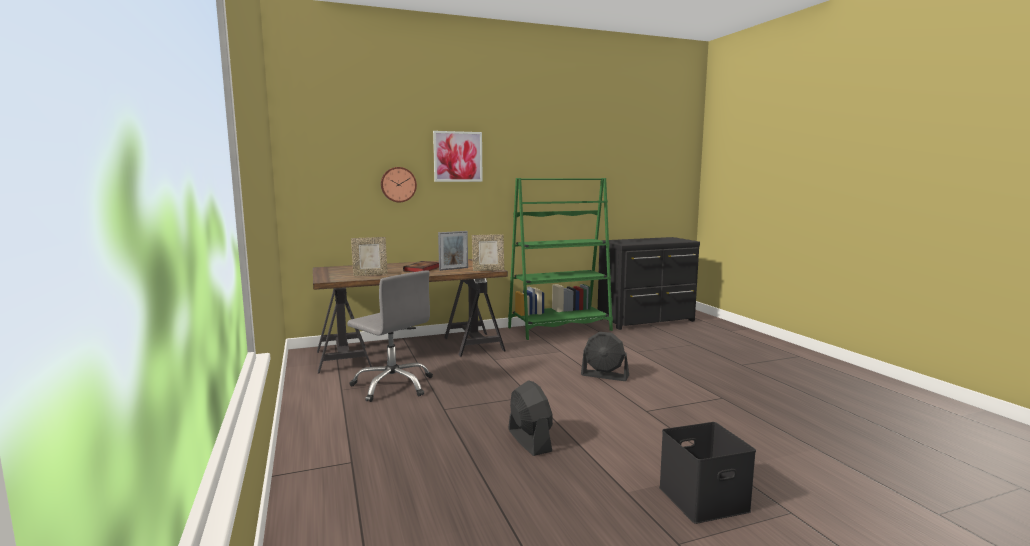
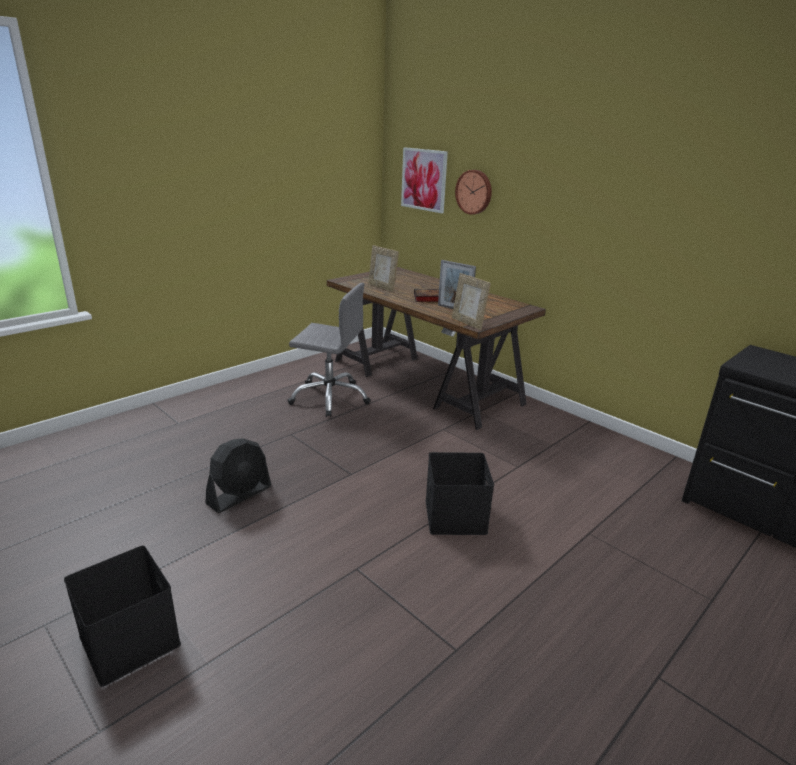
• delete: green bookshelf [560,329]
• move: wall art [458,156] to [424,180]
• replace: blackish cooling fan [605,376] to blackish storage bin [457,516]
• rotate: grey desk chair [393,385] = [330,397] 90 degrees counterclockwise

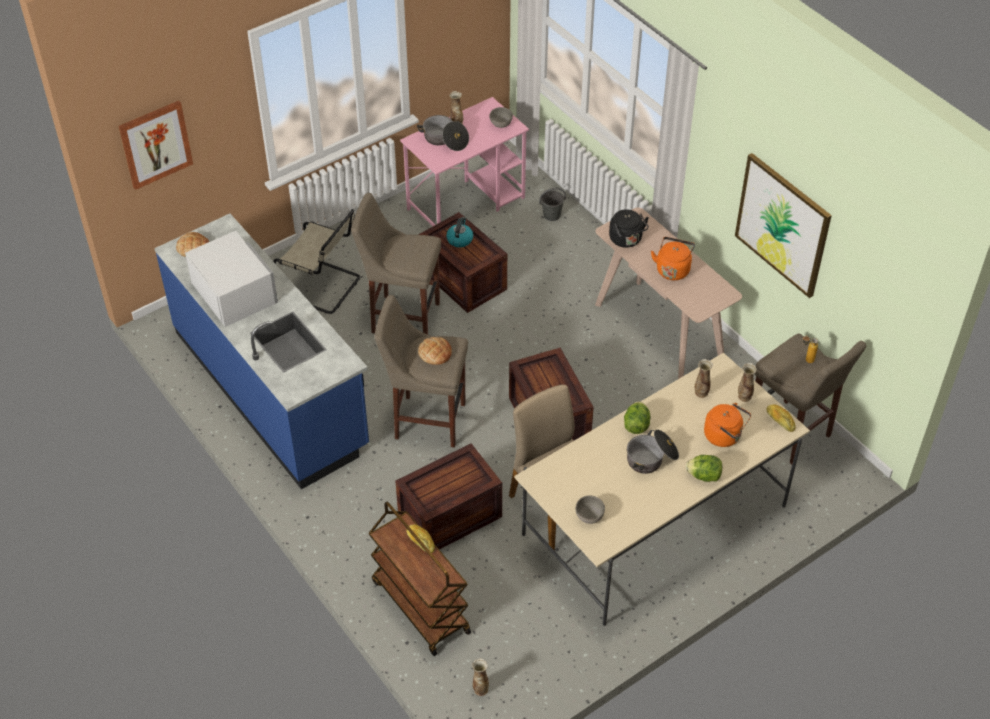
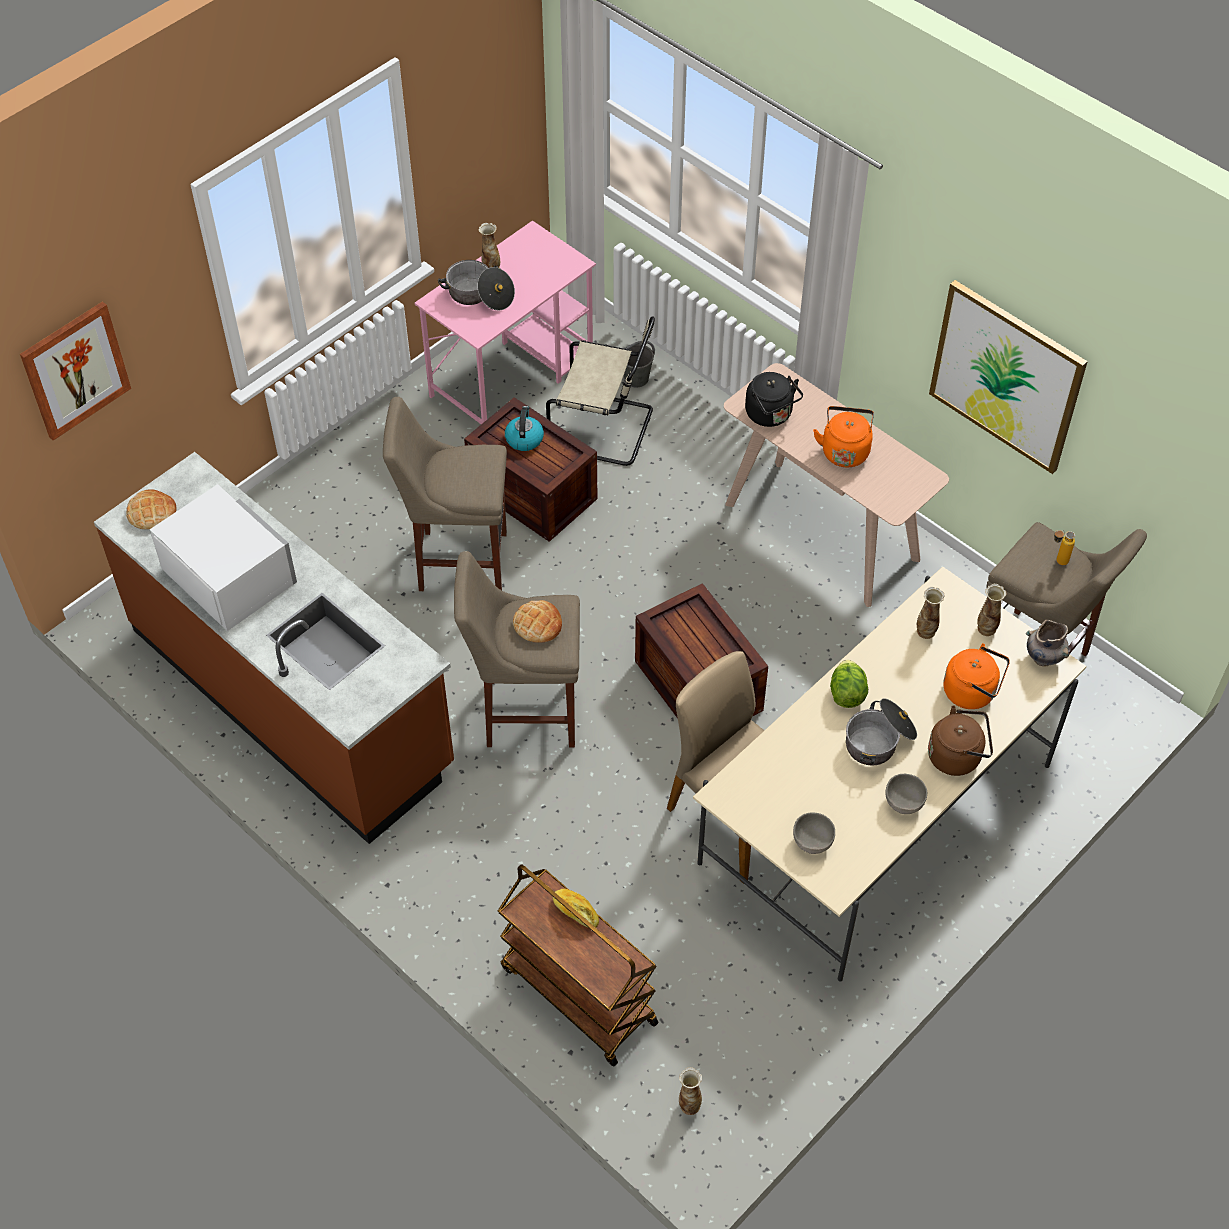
• delete: crate [448,516]
• move: sand-coloured upright chair [323,287] to [605,429]
• move: grey deep dish [500,124] to [903,803]
• replace: lettuce head [704,476] to brown-coloured tea kettle [957,756]
• replace: bread [780,421] to grey flower vase [1043,657]
• recolor: blue kitchen counter [271,389] to brown-coloured kitchen counter [292,697]

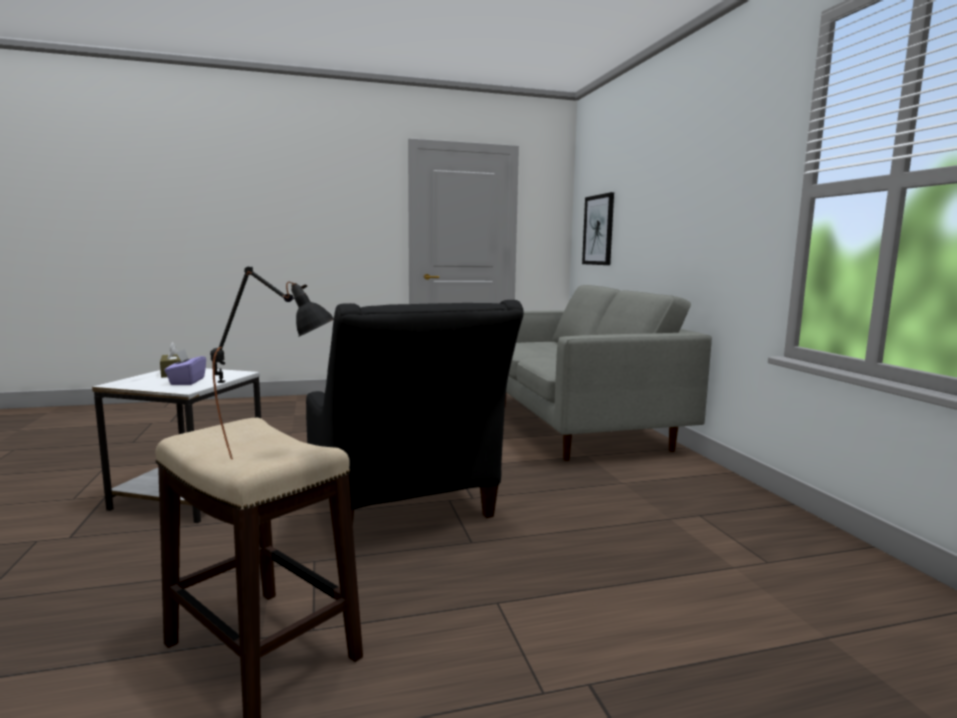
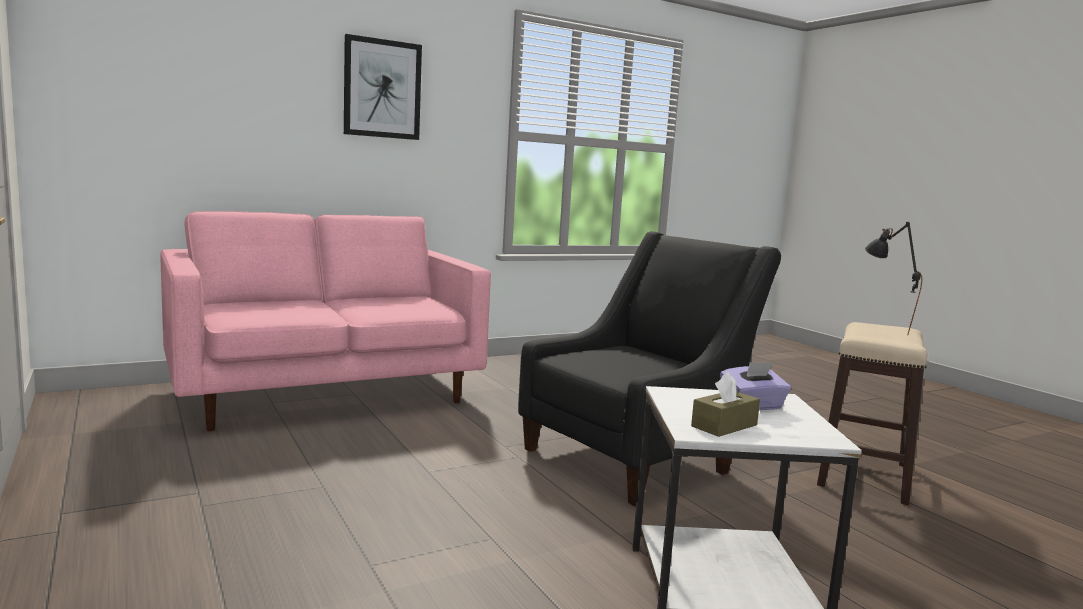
• move: wall art [598,230] to [382,89]
• recolor: grey sofa [577,426] to pinkish sofa [326,394]

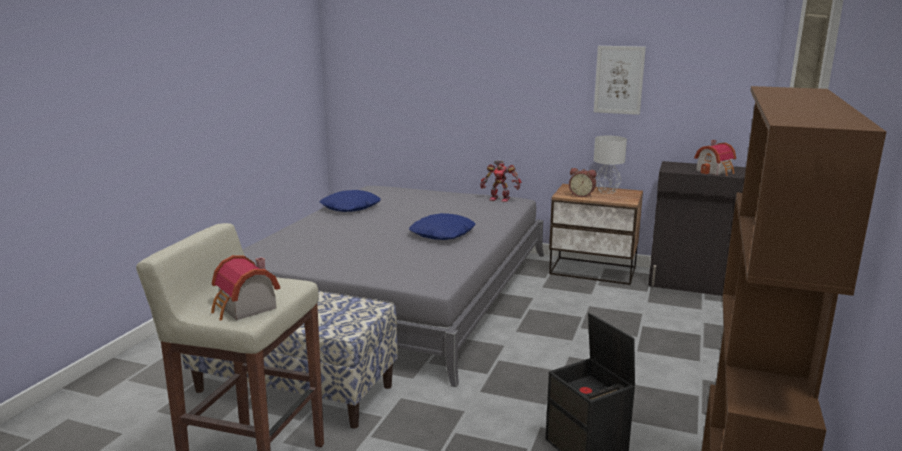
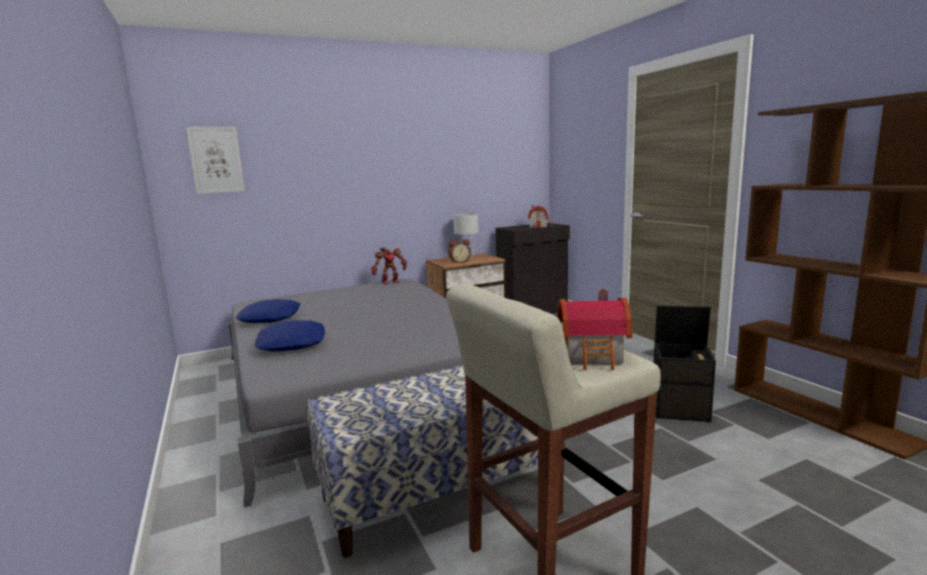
• move: blue pillow [443,234] to [292,344]
• move: wall art [619,80] to [216,160]

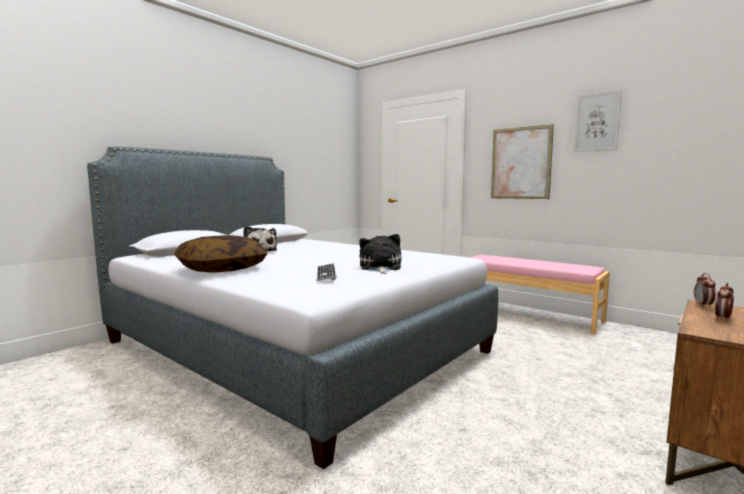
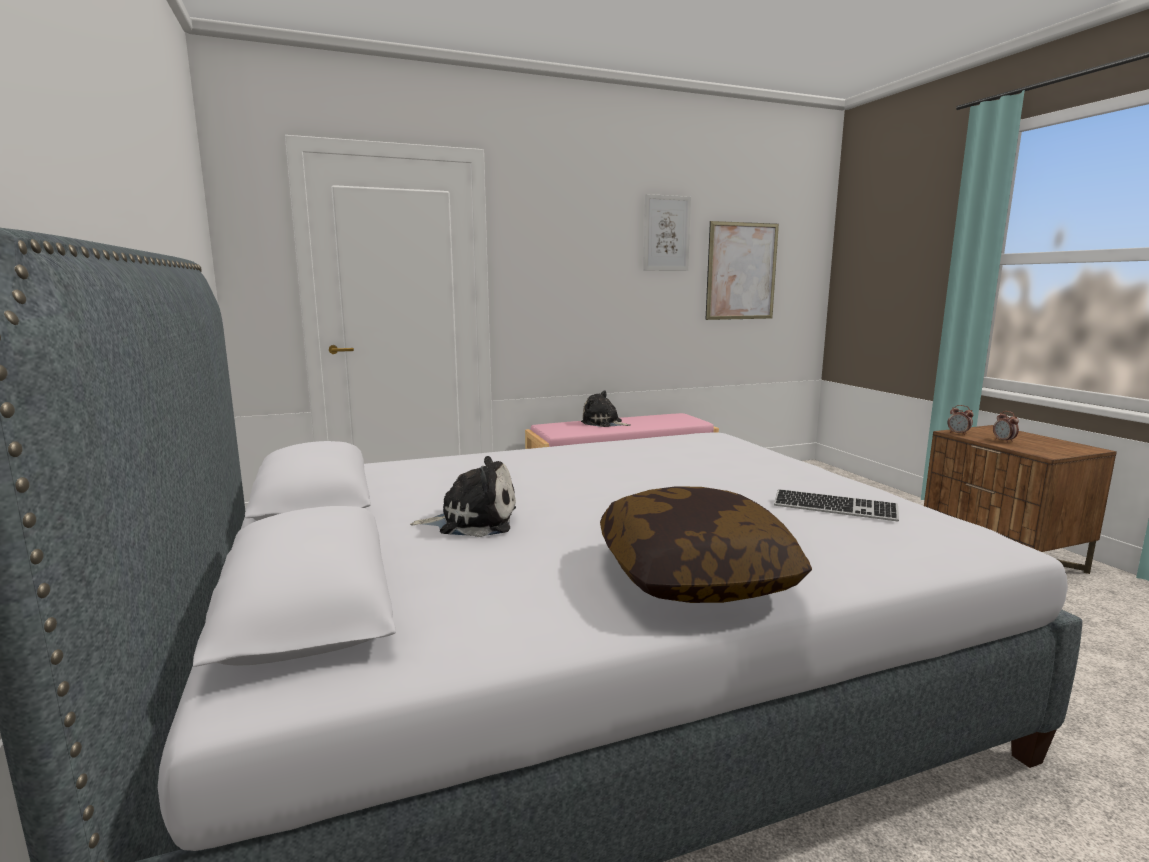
• move: cuddly toy [380,268] to [603,423]
• move: wall art [520,163] to [741,271]

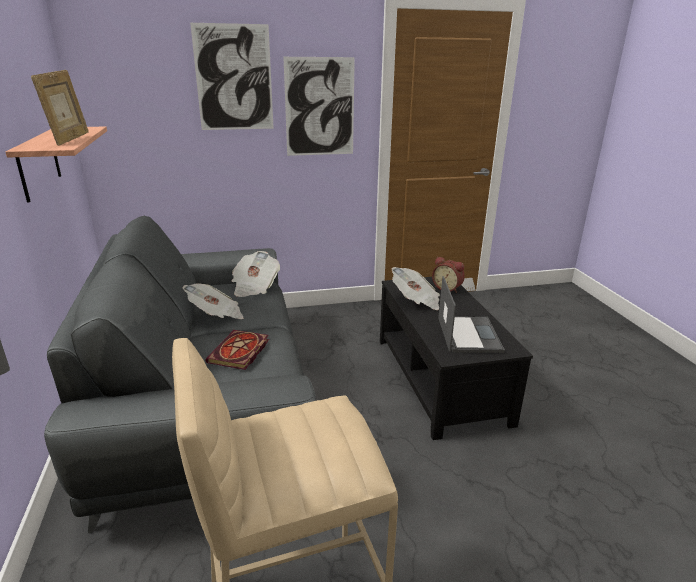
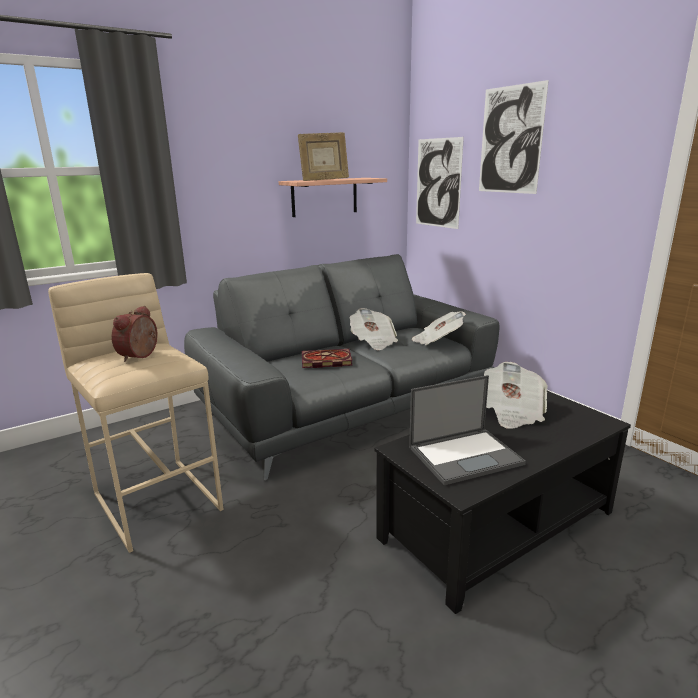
• move: wall art [320,107] to [438,183]
• move: bedside clock [447,288] to [141,356]

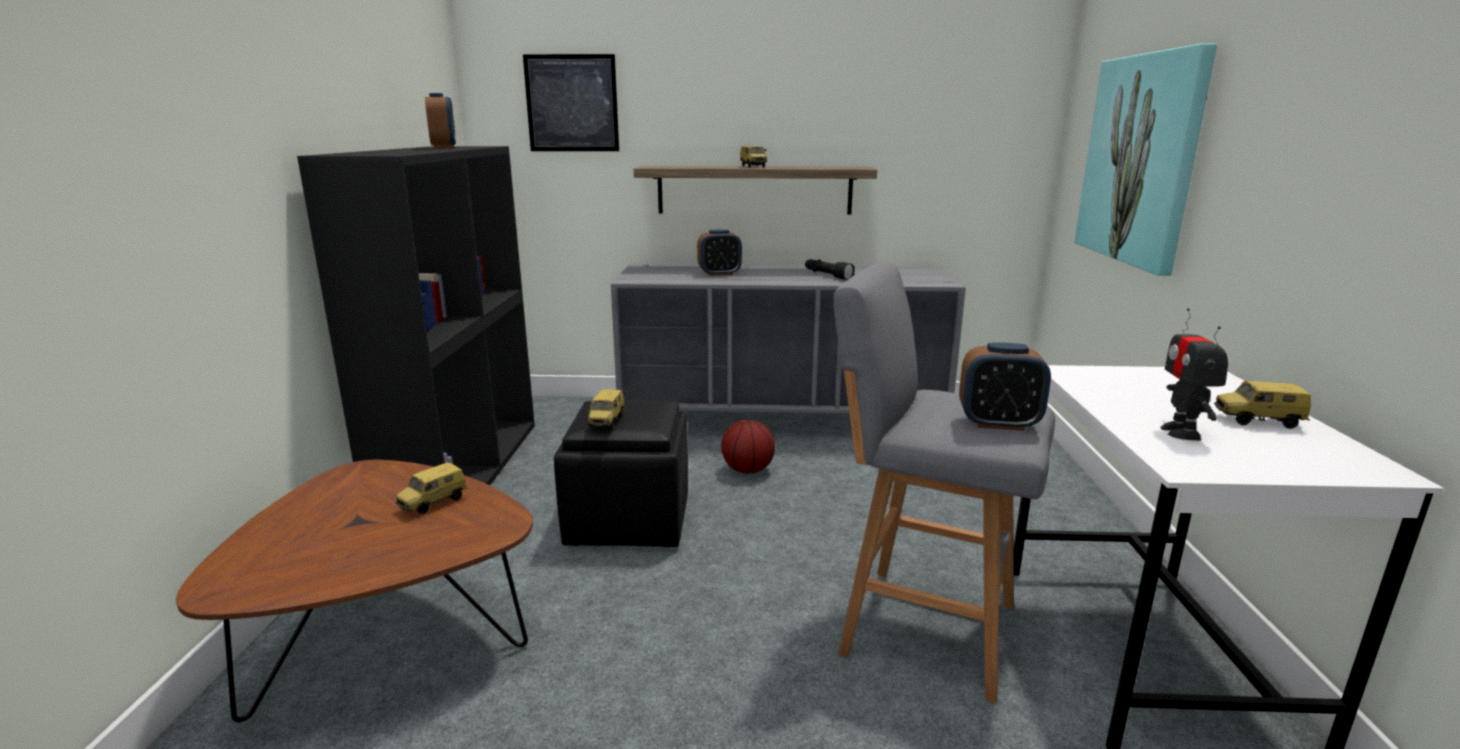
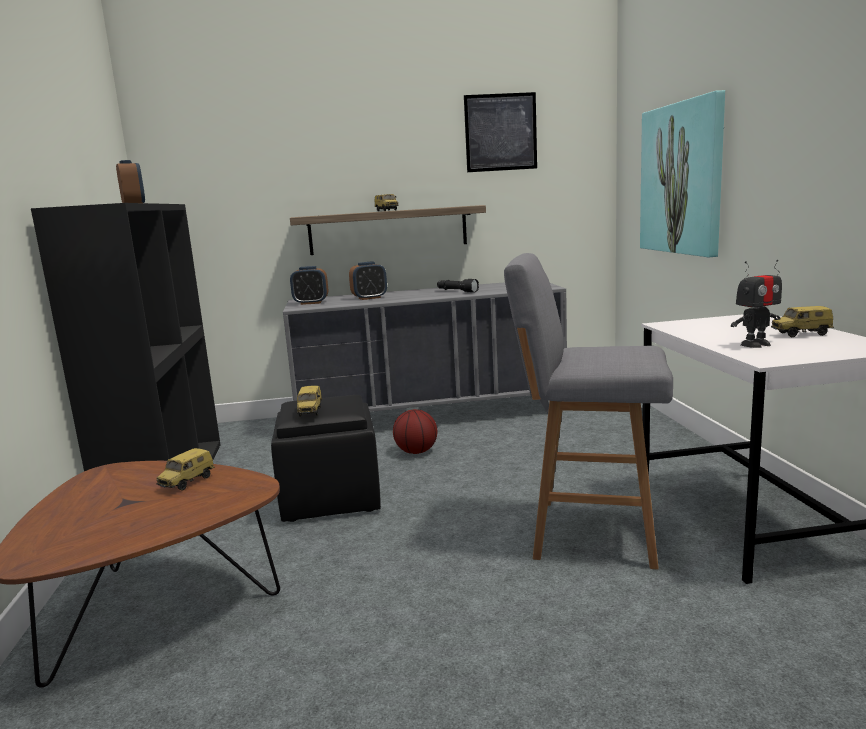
• move: wall art [572,103] to [500,132]
• move: bedside clock [998,423] to [311,303]
• rotate: toy robot [1181,432] = [755,344] 105 degrees counterclockwise

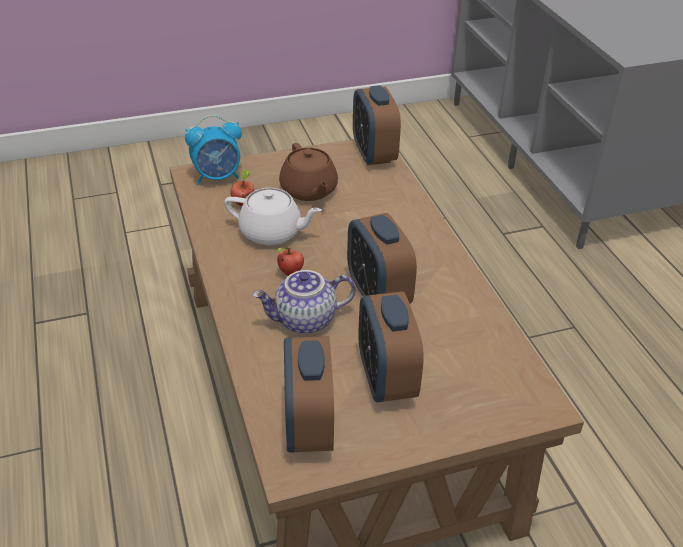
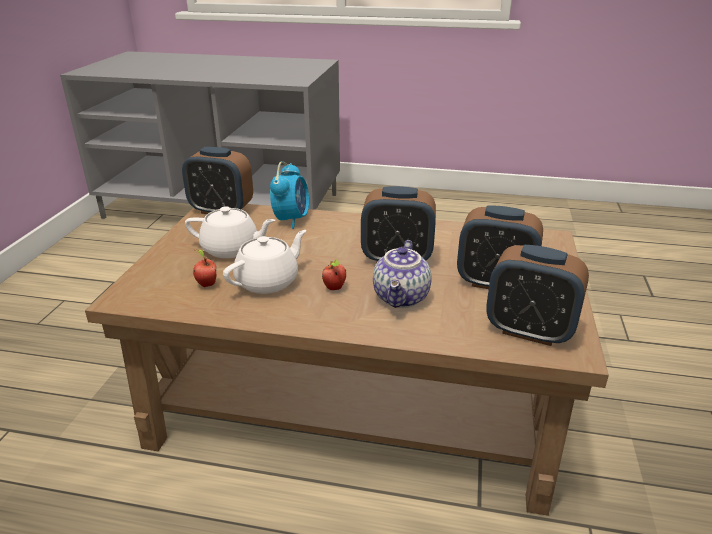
• move: bedside clock [217,177] to [292,219]
• recolor: brown-coloured tea pot [308,190] to white tea pot [231,249]

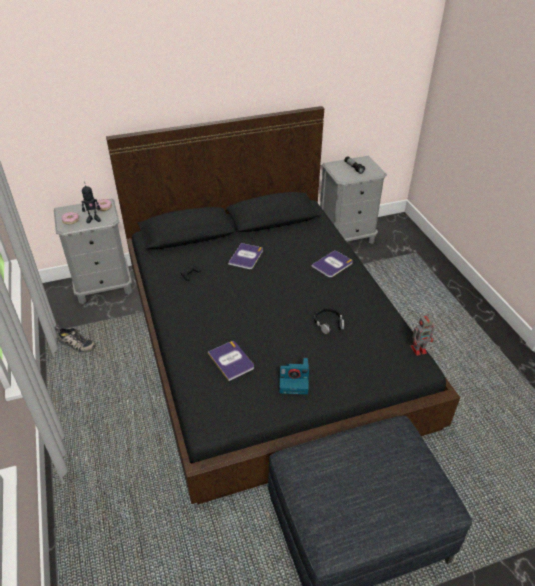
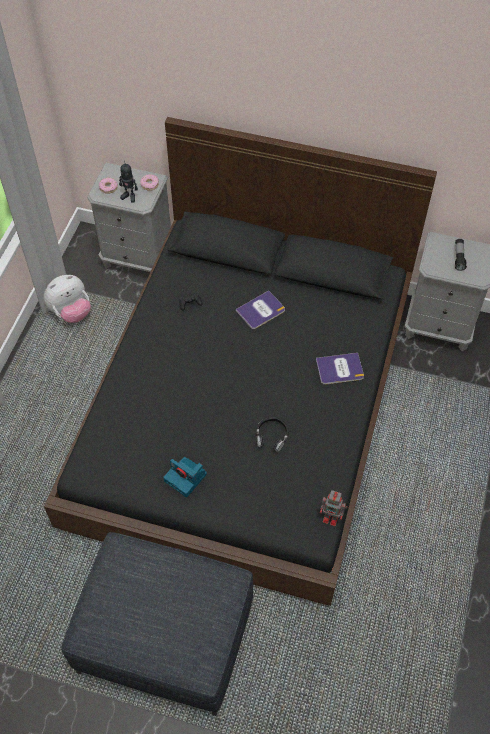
• delete: volume [231,360]
• replace: low shoe [76,344] to cuddly toy [71,312]

